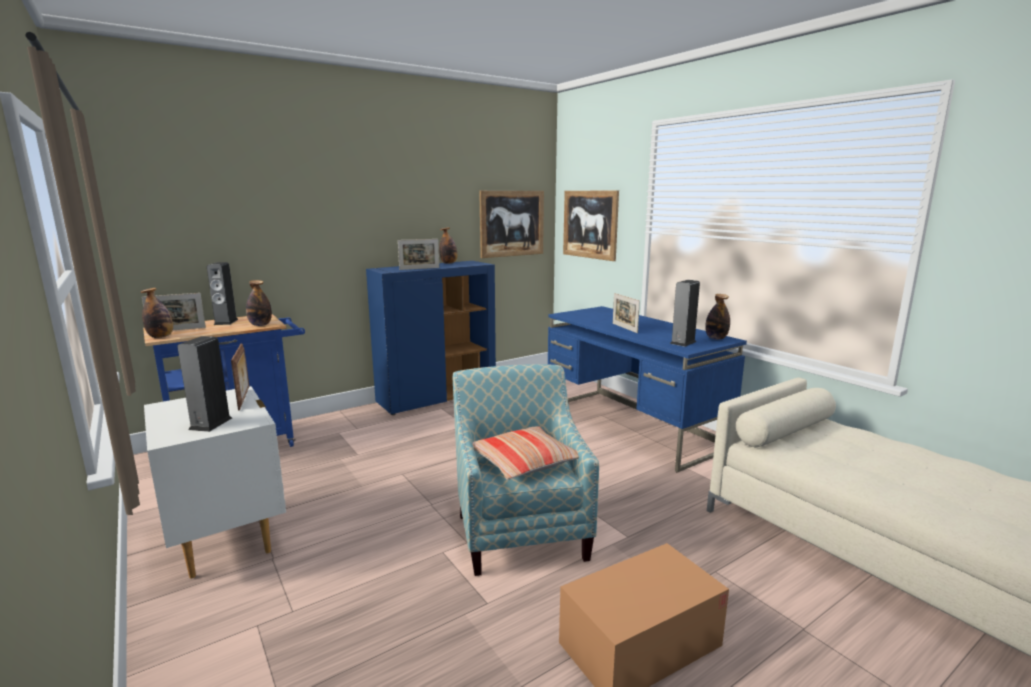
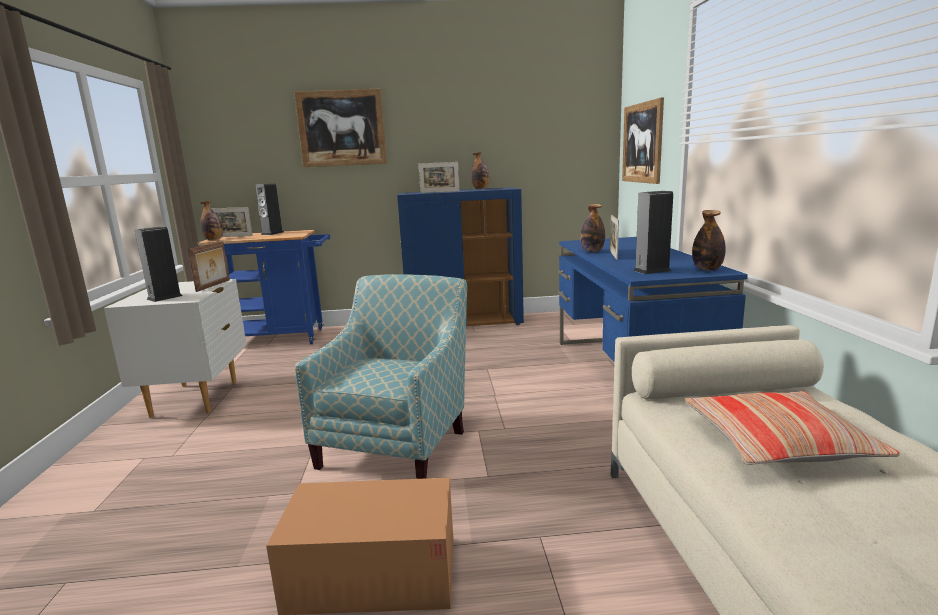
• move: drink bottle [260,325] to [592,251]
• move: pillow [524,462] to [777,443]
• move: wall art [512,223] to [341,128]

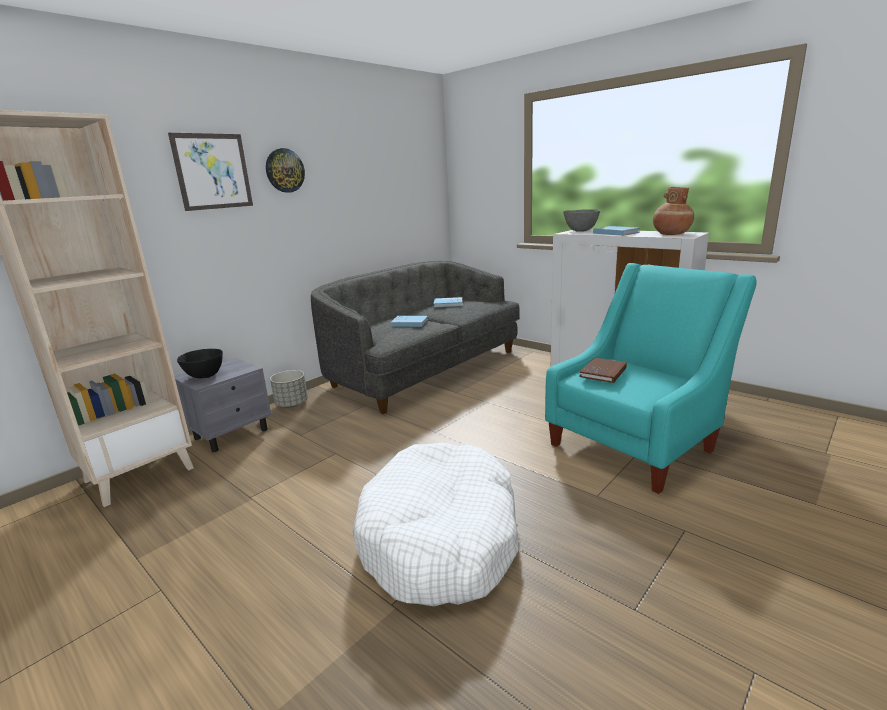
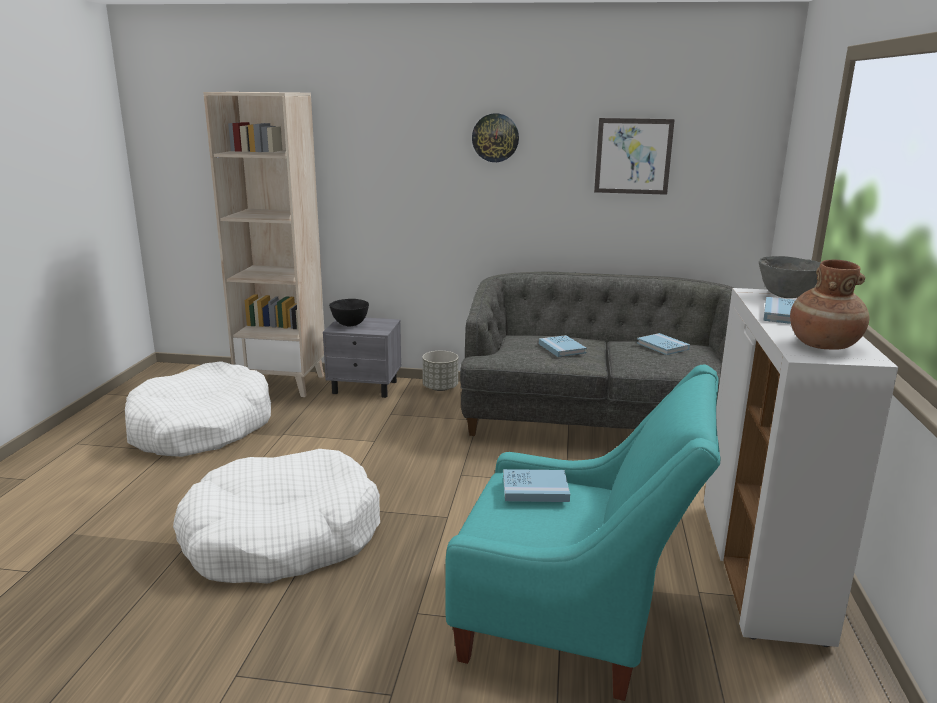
• insert: white pet bed [201,428]
• move: wall art [213,171] to [633,156]
• recolor: brown-coloured volume [603,372] to blue volume [535,489]

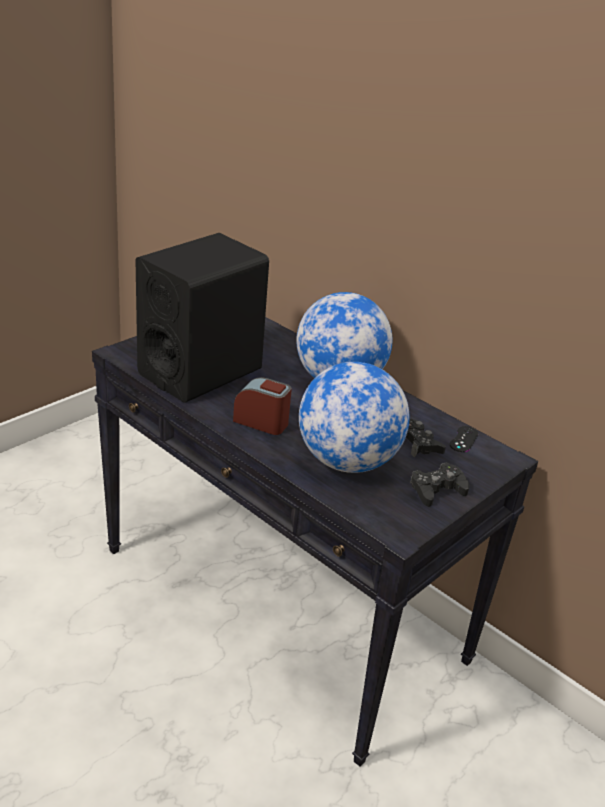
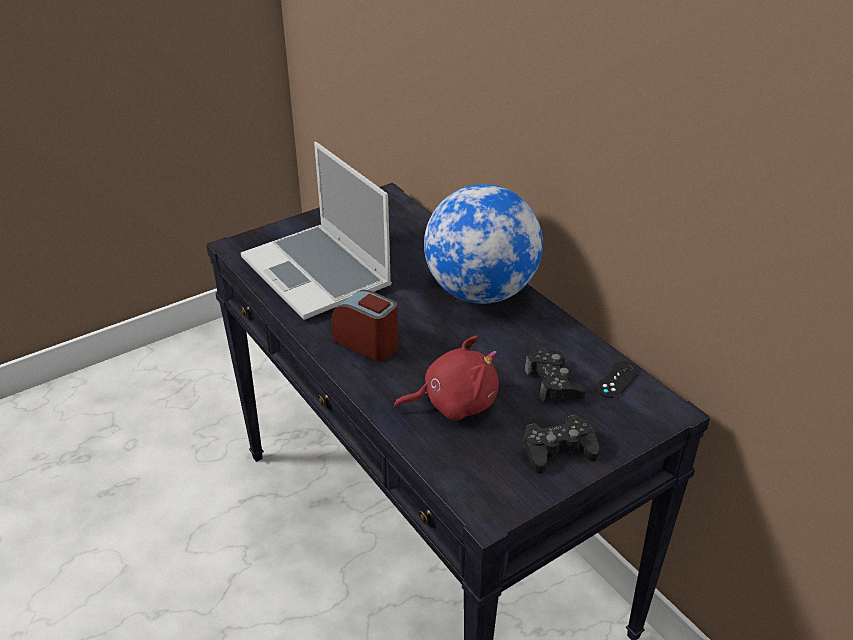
• replace: blackish audio speaker [200,371] to laptop [318,273]
• replace: world globe [347,462] to reddish cuddly toy [454,403]

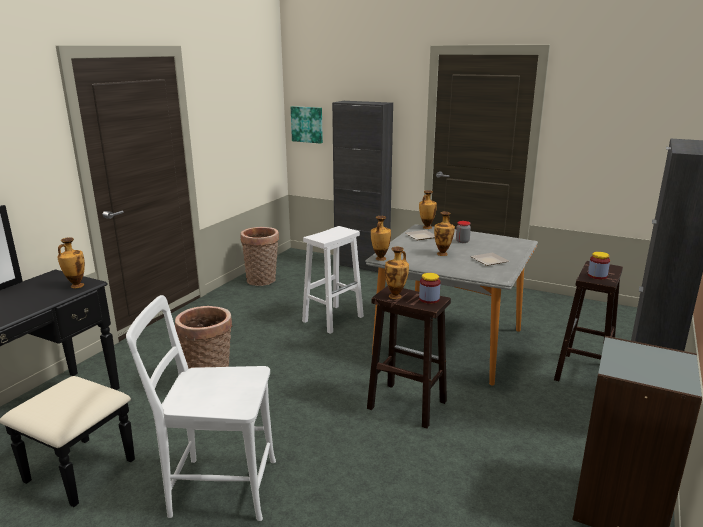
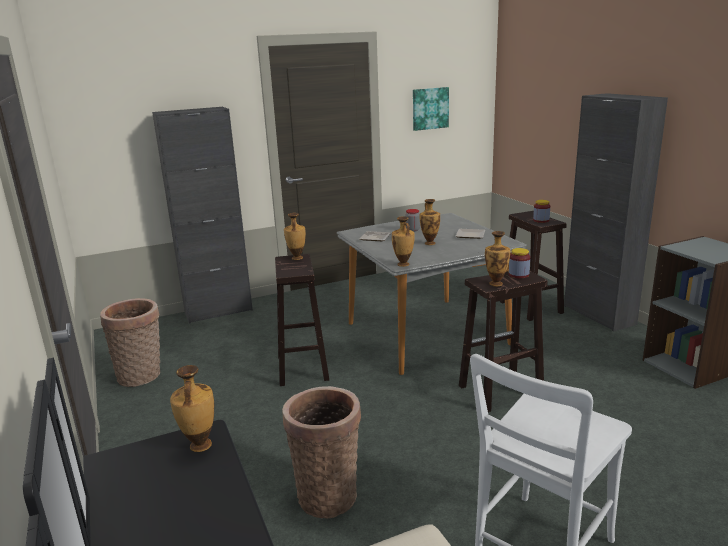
• move: wall art [307,124] to [430,108]
• move: flower vase [426,227] to [297,258]
• recolor: white stool seat [333,318] to brown-coloured stool seat [302,367]

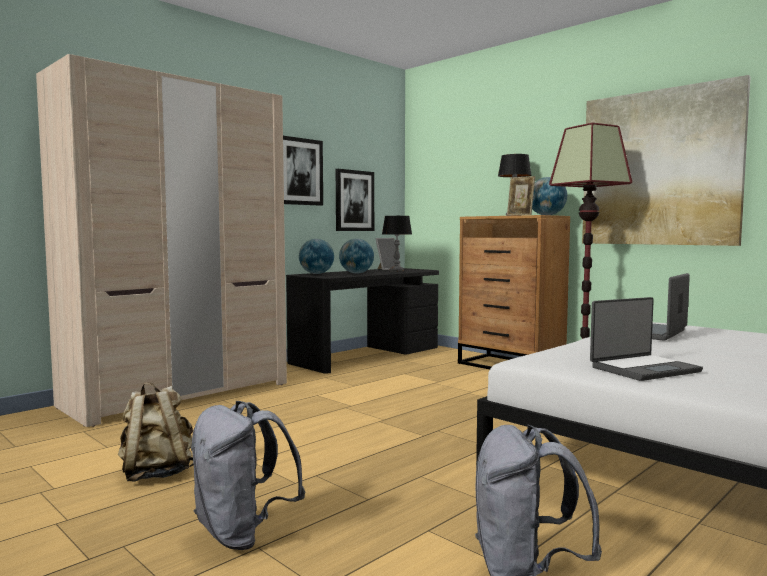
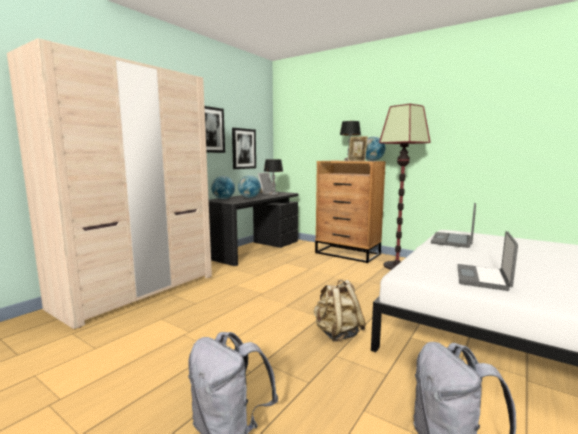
• delete: wall art [659,168]
• move: sand-coloured rucksack [157,473] to [337,333]
• rotate: laptop [643,369] = [483,278] 150 degrees clockwise

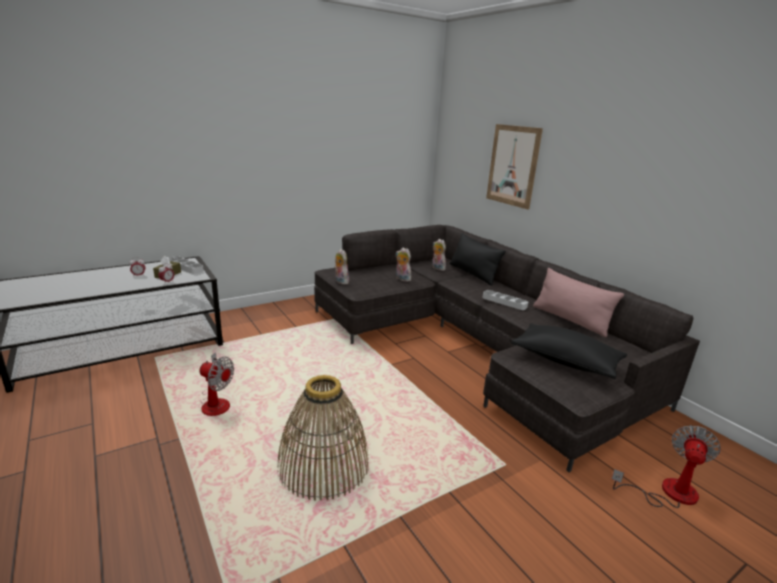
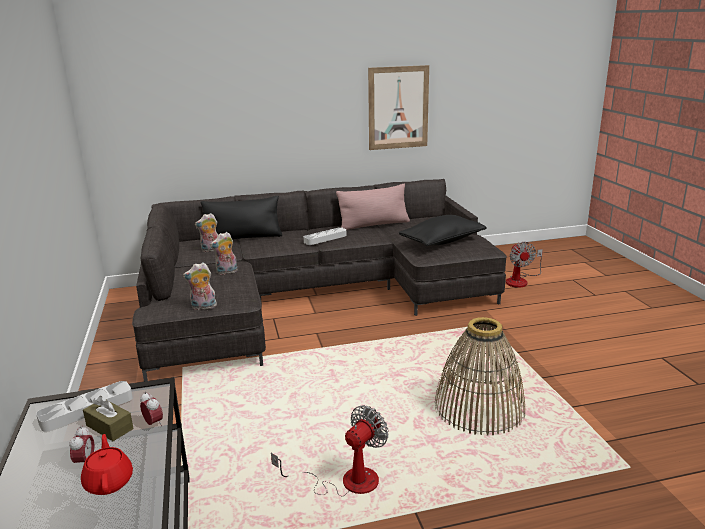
• insert: reddish tea pot [109,481]
• move: wall art [513,166] to [398,108]
• rotate: cooling fan [667,492] = [520,280] 150 degrees counterclockwise

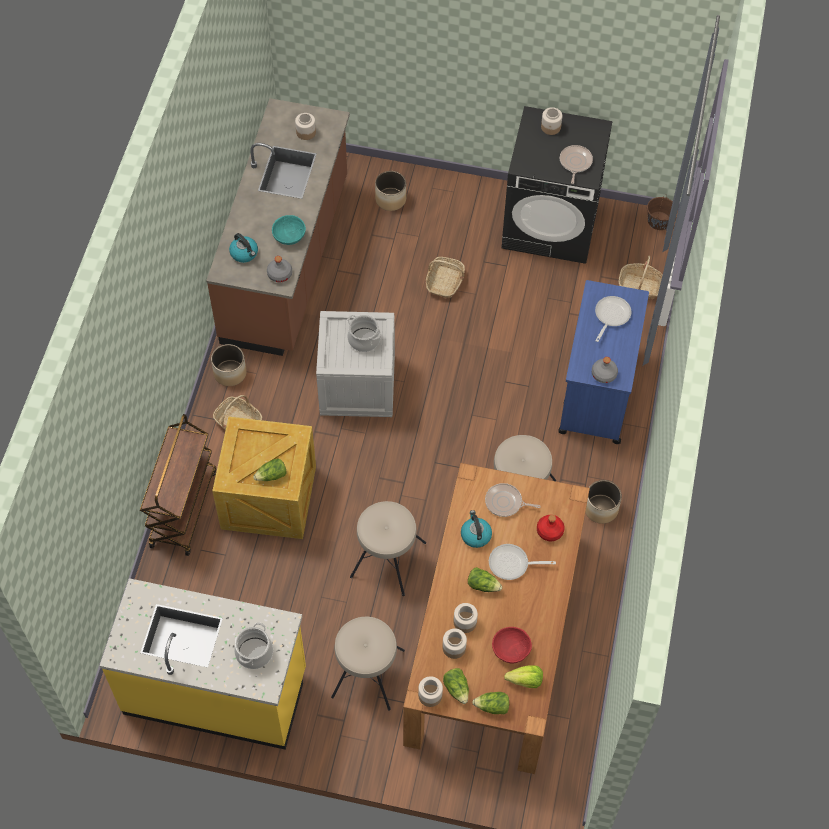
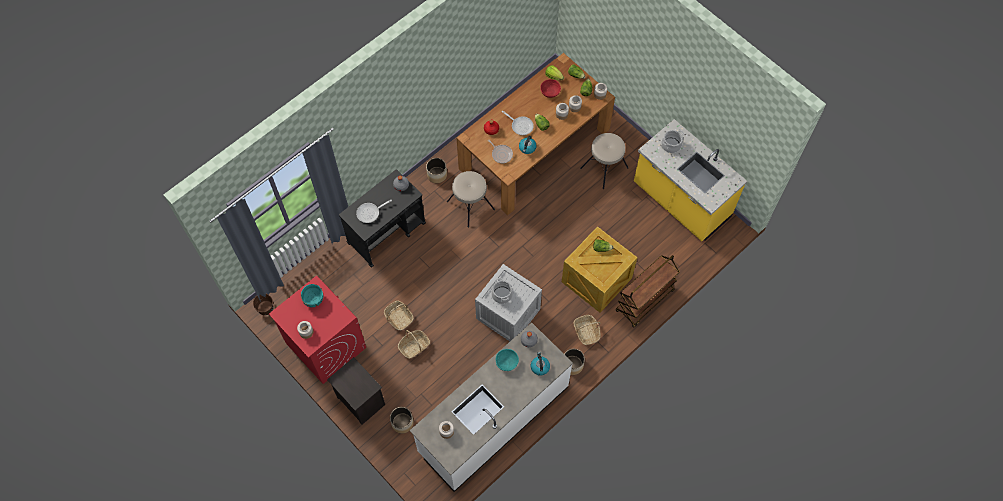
• delete: sand-coloured stool seat [387,559]
• insert: blackish nightstand [360,401]
• move: household basket [640,286] to [399,317]
• replace: skillet [575,163] to blue-green deep dish [314,299]
• recolor: brown-coloured kitchen counter [287,260] to white kitchen counter [493,419]
• recolor: blackish laundry appliance [551,224] to reddish laundry appliance [325,345]
• recolor: blue wheeled cart [597,391] to blackish wheeled cart [387,233]

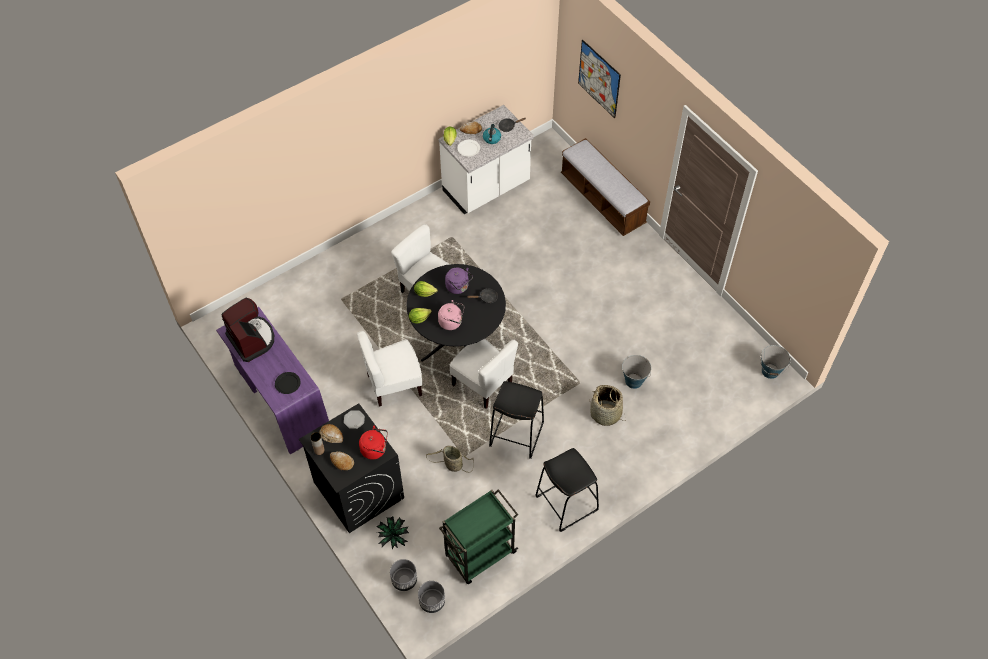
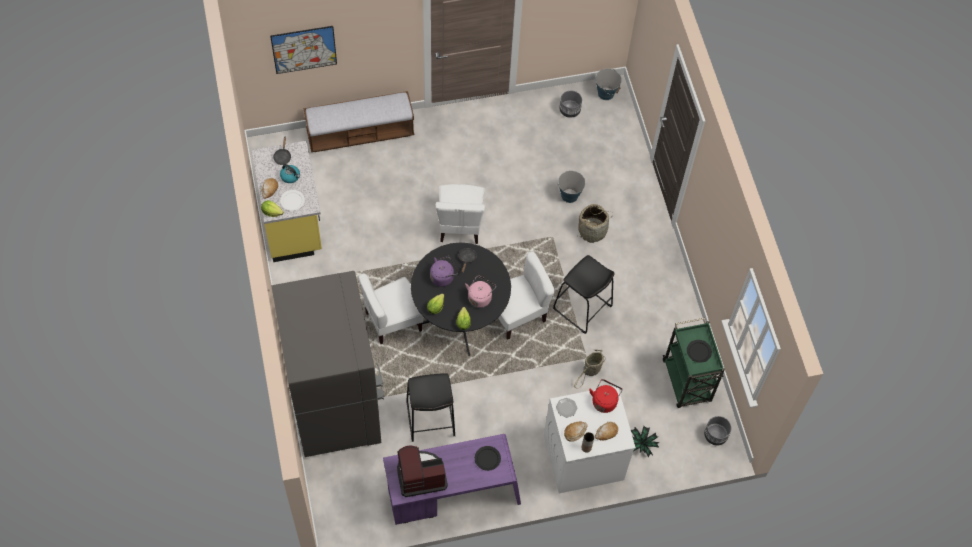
• insert: grey fridge [335,406]
• insert: blackish dinner plate [699,352]
• move: white upright chair [394,384] to [460,225]
• move: grey planter [404,580] to [569,110]
• move: blackish stool seat [566,503] to [430,419]
• recolor: blackish laundry appliance [358,489] to white laundry appliance [583,457]
• recolor: white kitchen counter [486,188] to yellow-coloured kitchen counter [292,223]

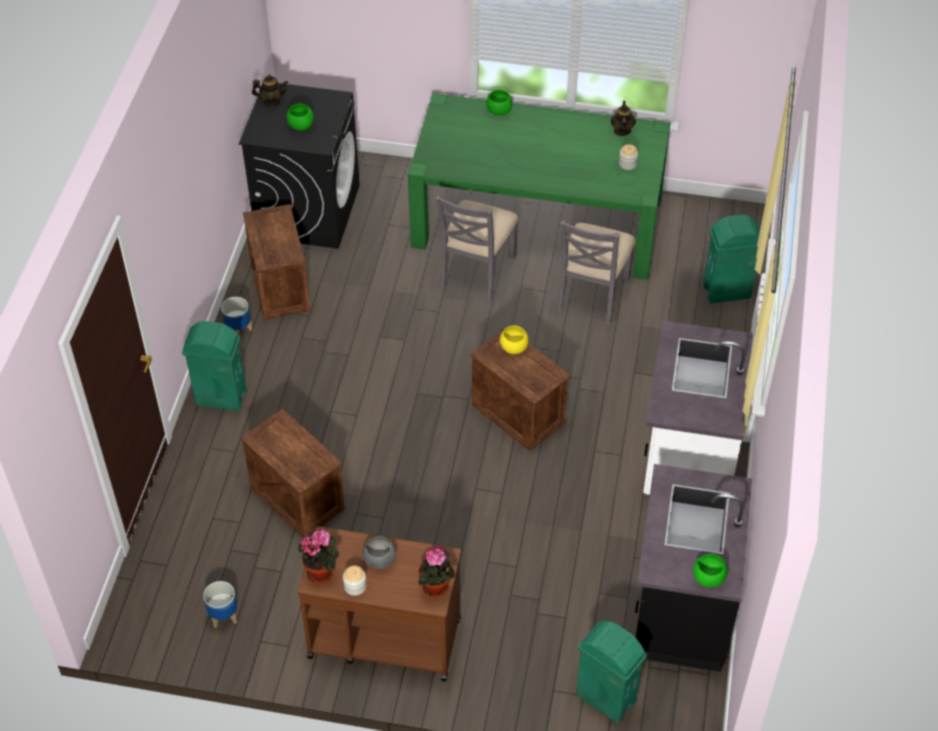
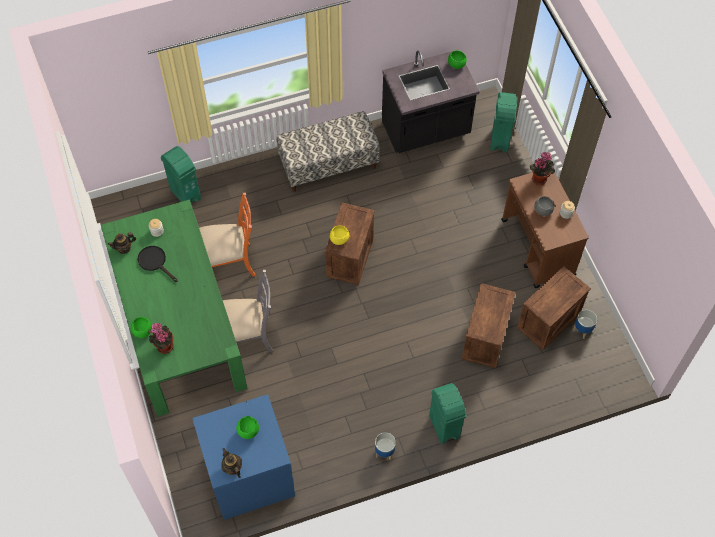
• insert: blackish skillet [155,262]
• move: crate [279,287] to [548,322]
• move: houseplant [322,572] to [163,346]
• replace: white kitchen counter [686,458] to indoor bench [328,165]
• recolor: blackish laundry appliance [307,210] to blue laundry appliance [249,476]
• recolor: grey upright chair [592,294] to orange upright chair [229,263]

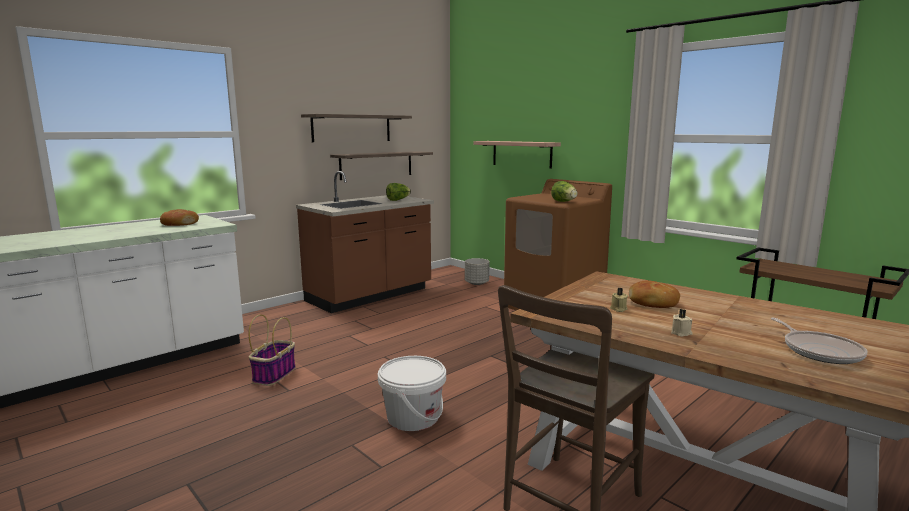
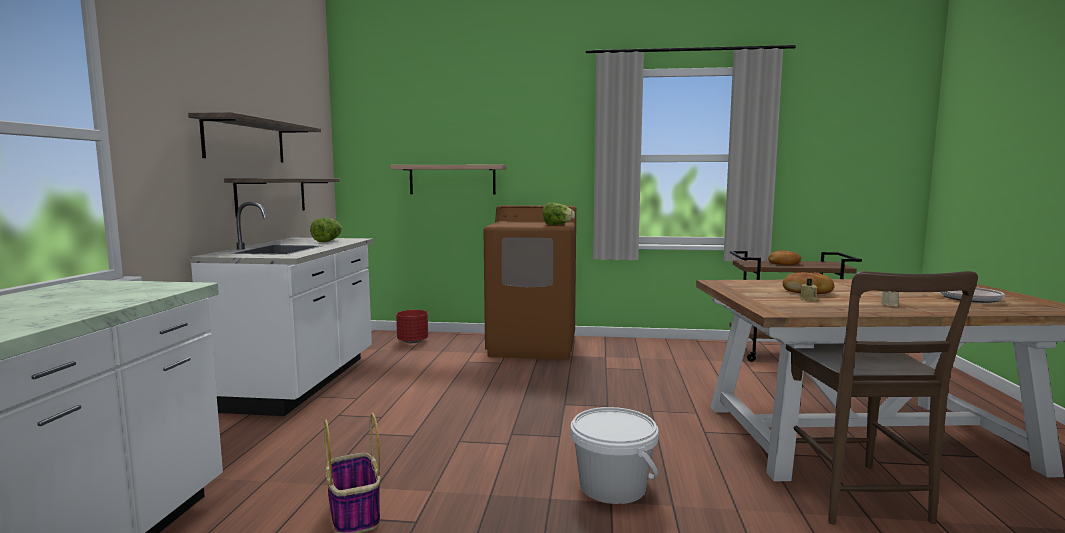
• move: bread [179,224] to [783,264]
• recolor: brown-coloured kitchen counter [370,295] to white kitchen counter [301,382]
• recolor: grey planter [477,283] to reddish planter [413,341]

